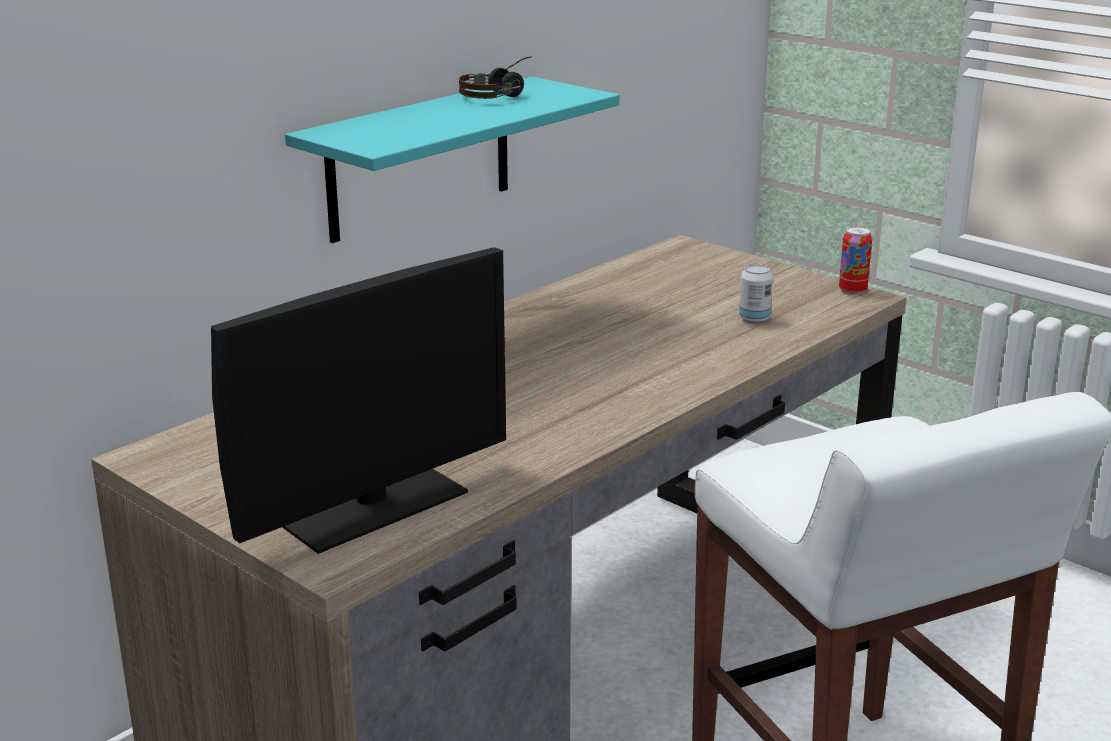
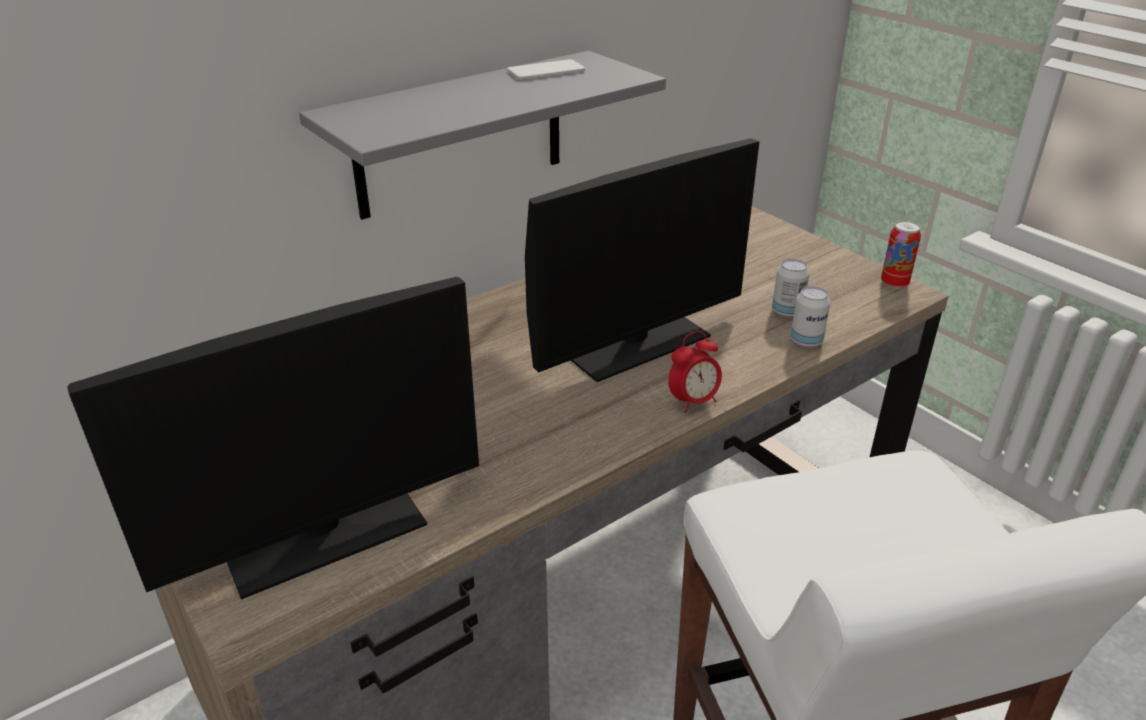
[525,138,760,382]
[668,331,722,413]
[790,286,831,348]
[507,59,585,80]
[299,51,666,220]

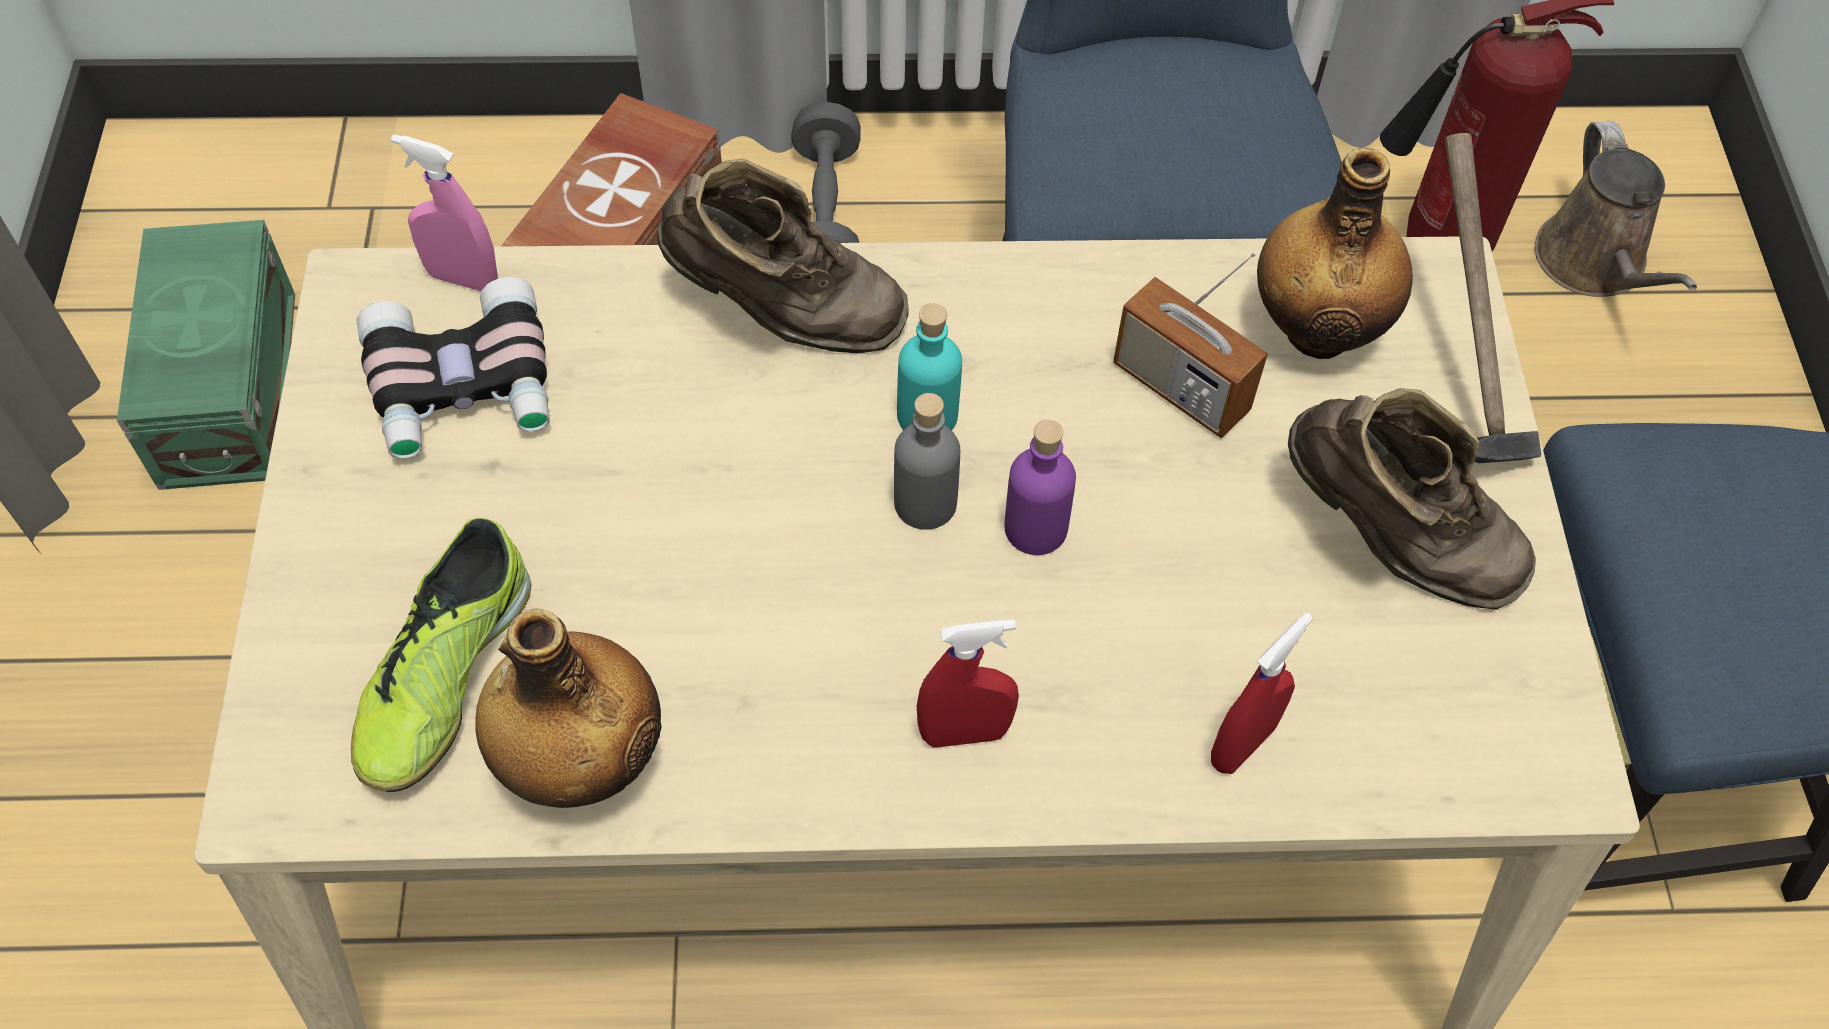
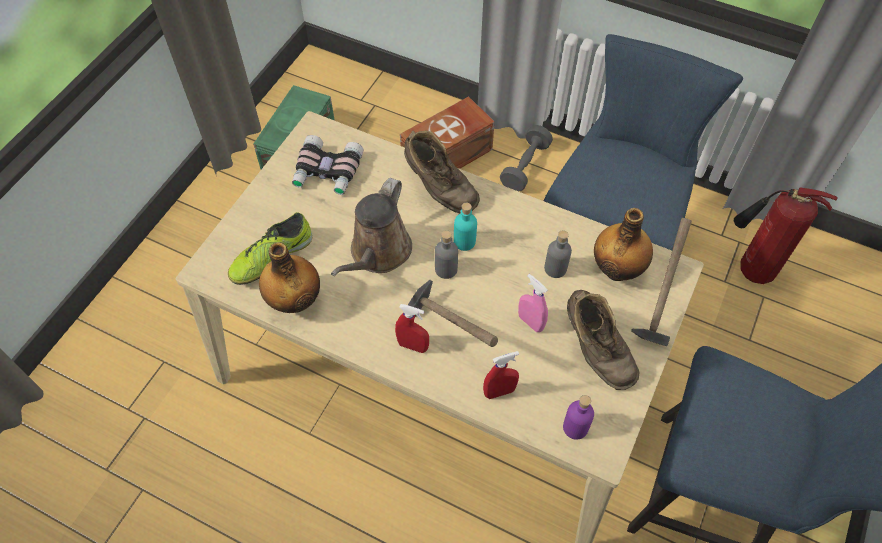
[408,280,498,347]
[518,274,548,332]
[563,395,594,440]
[331,178,412,276]
[544,230,572,278]

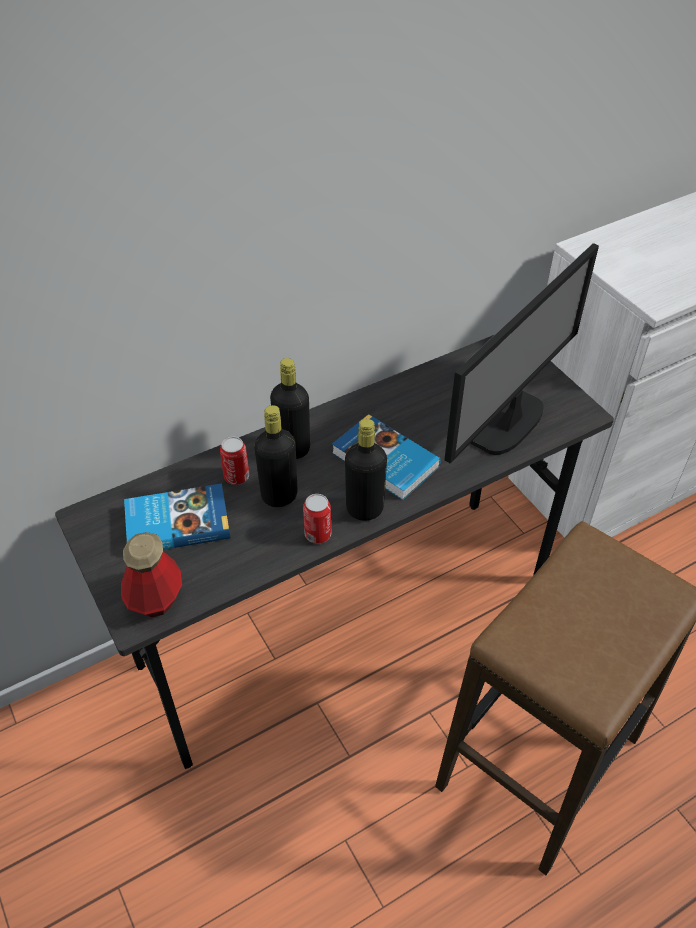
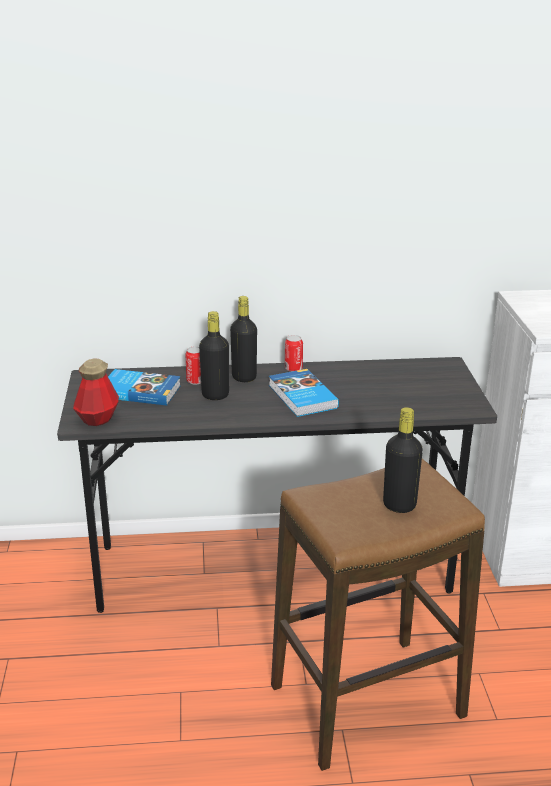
[444,243,599,463] (first image)
[285,335,303,372]
[383,407,423,513]

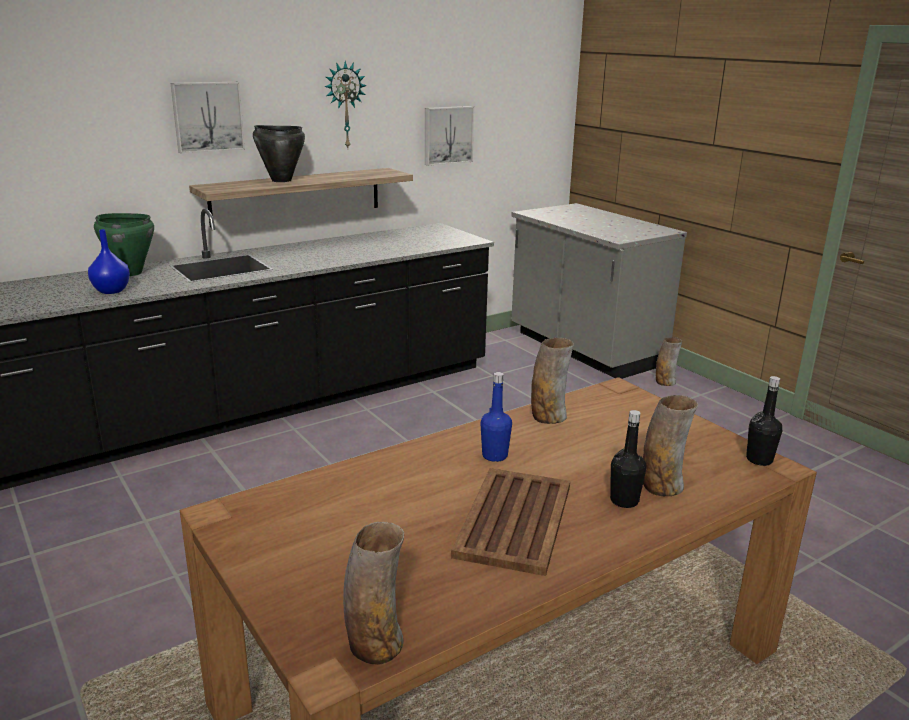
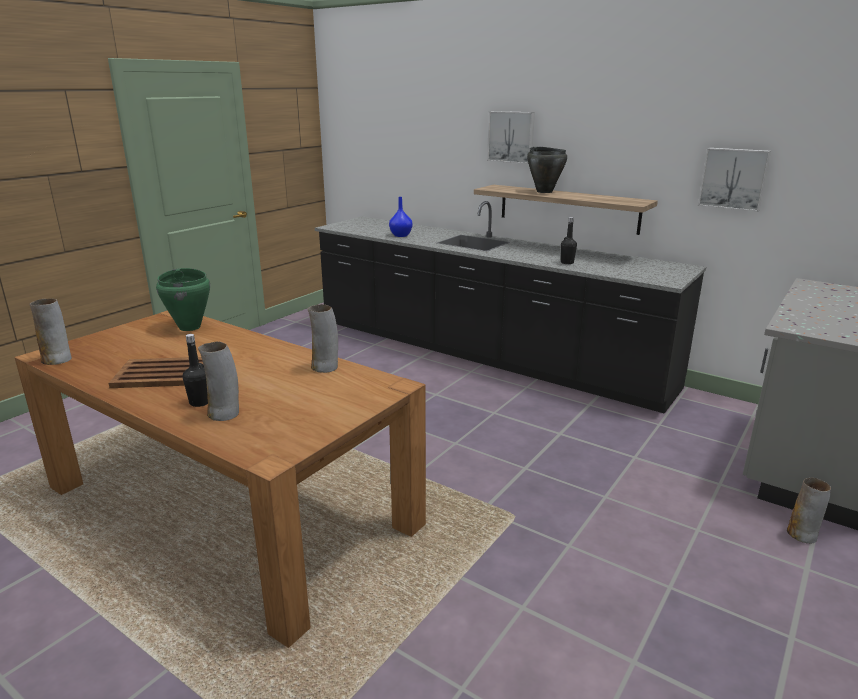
[324,61,367,148] (first image)
[480,372,512,462] (first image)
[156,268,210,331]
[561,217,577,264]

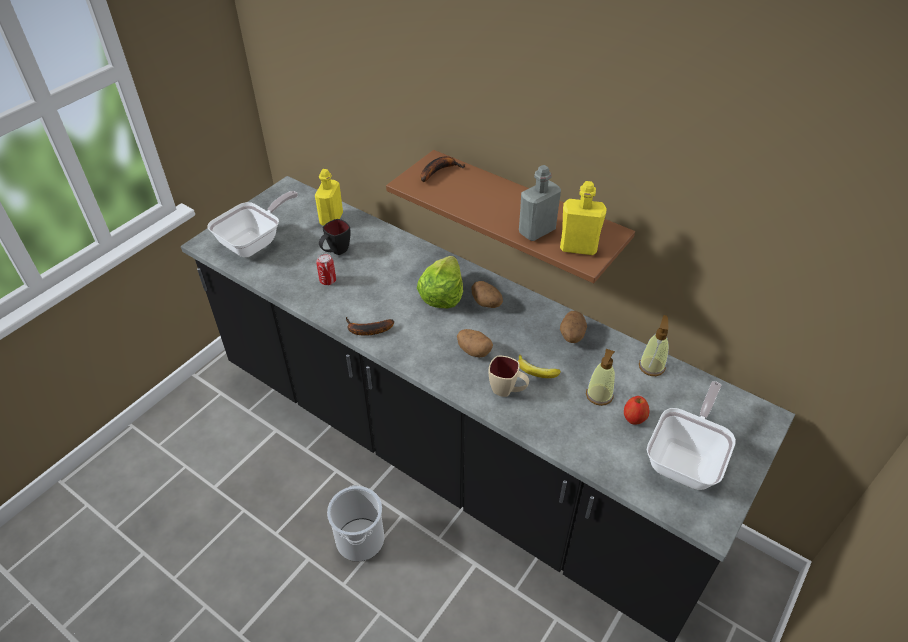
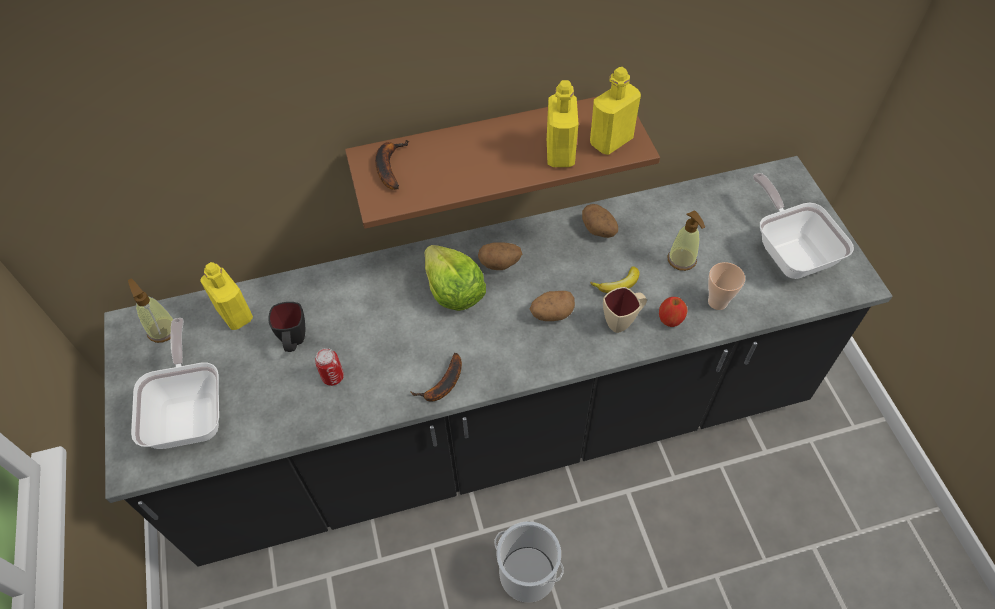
[708,262,745,310]
[659,297,688,327]
[128,278,174,343]
[547,80,578,167]

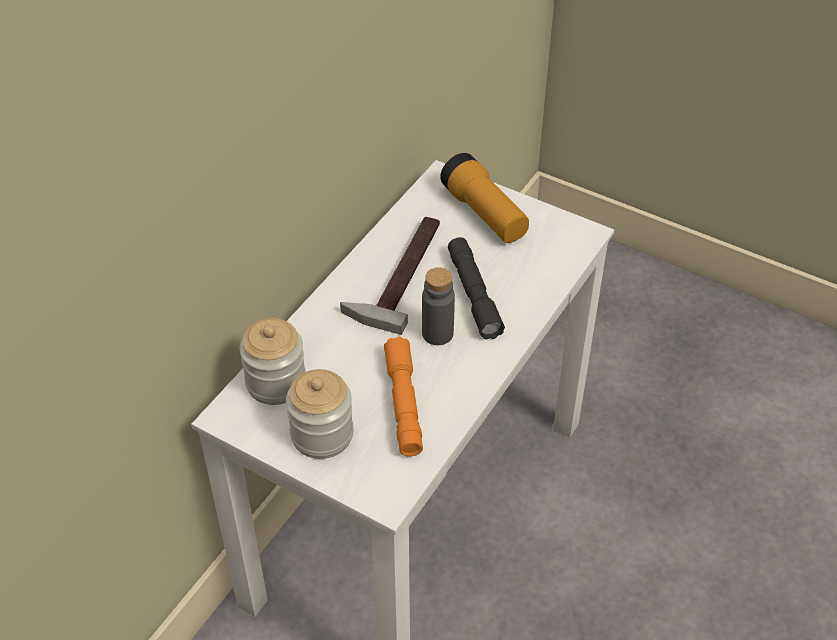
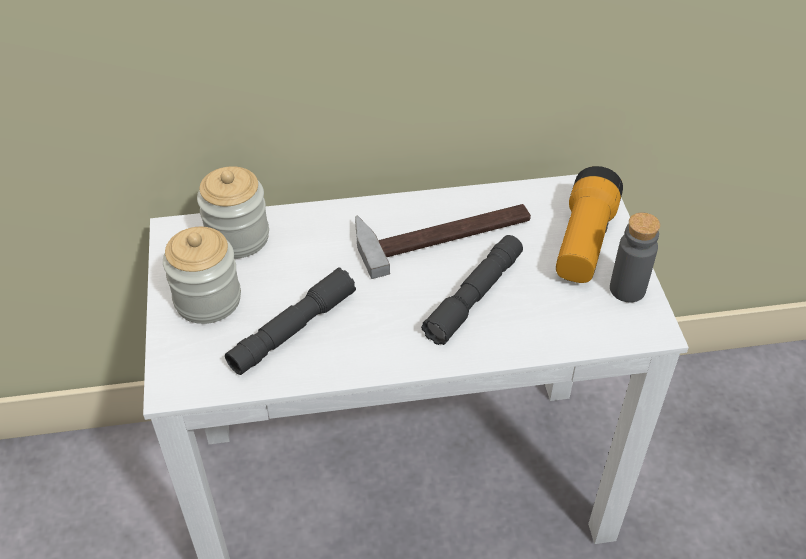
[610,212,660,303]
[225,268,356,375]

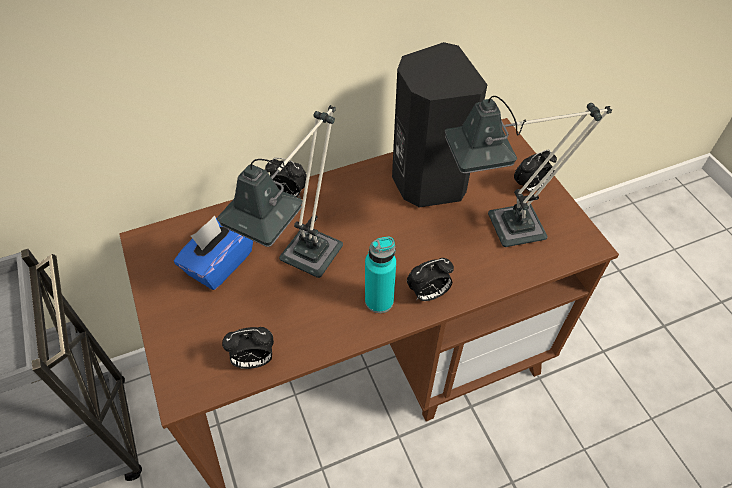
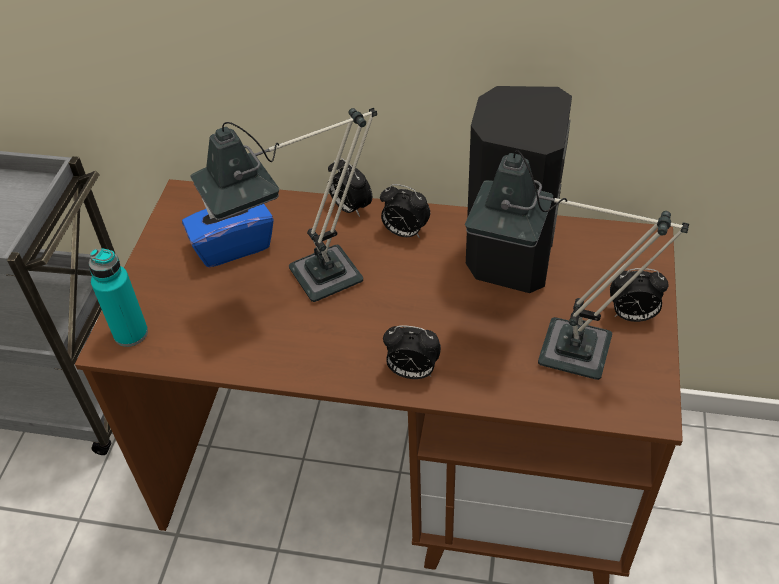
[380,184,430,238]
[89,248,148,347]

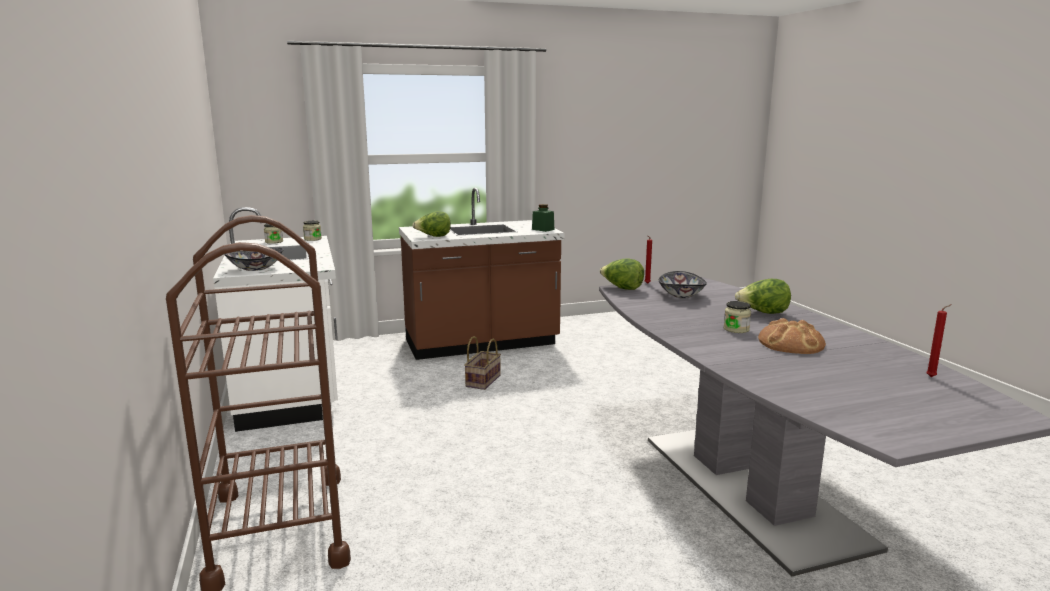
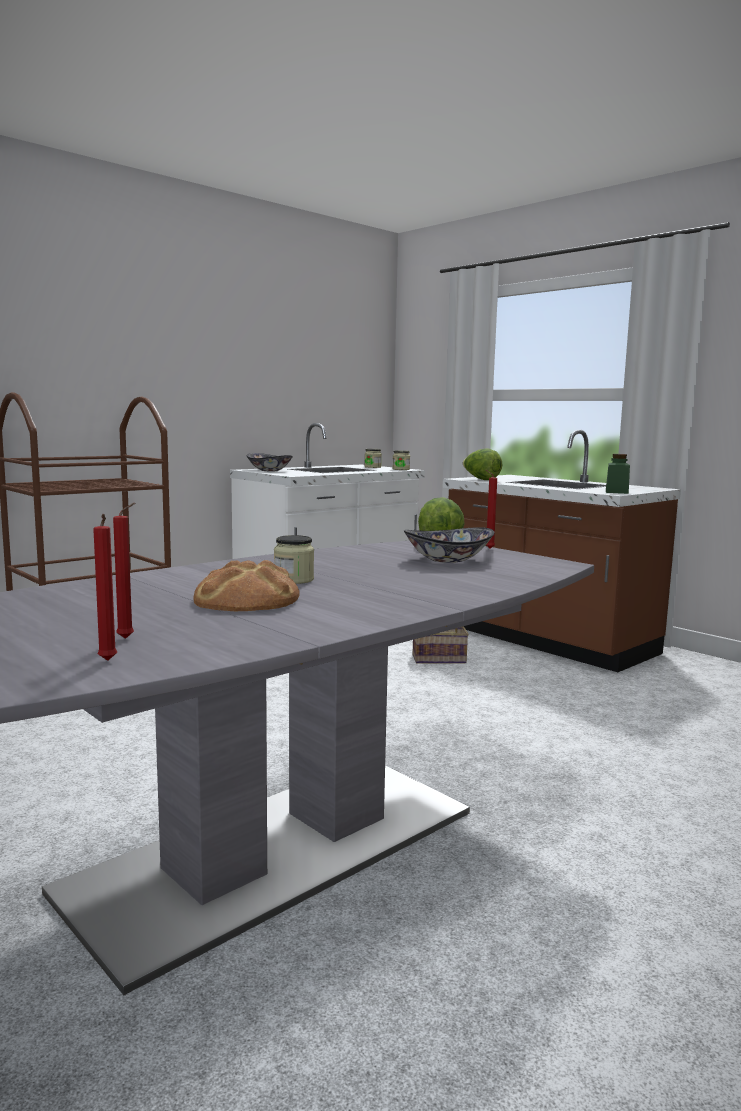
[735,279,791,314] (first image)
[113,503,135,639]

